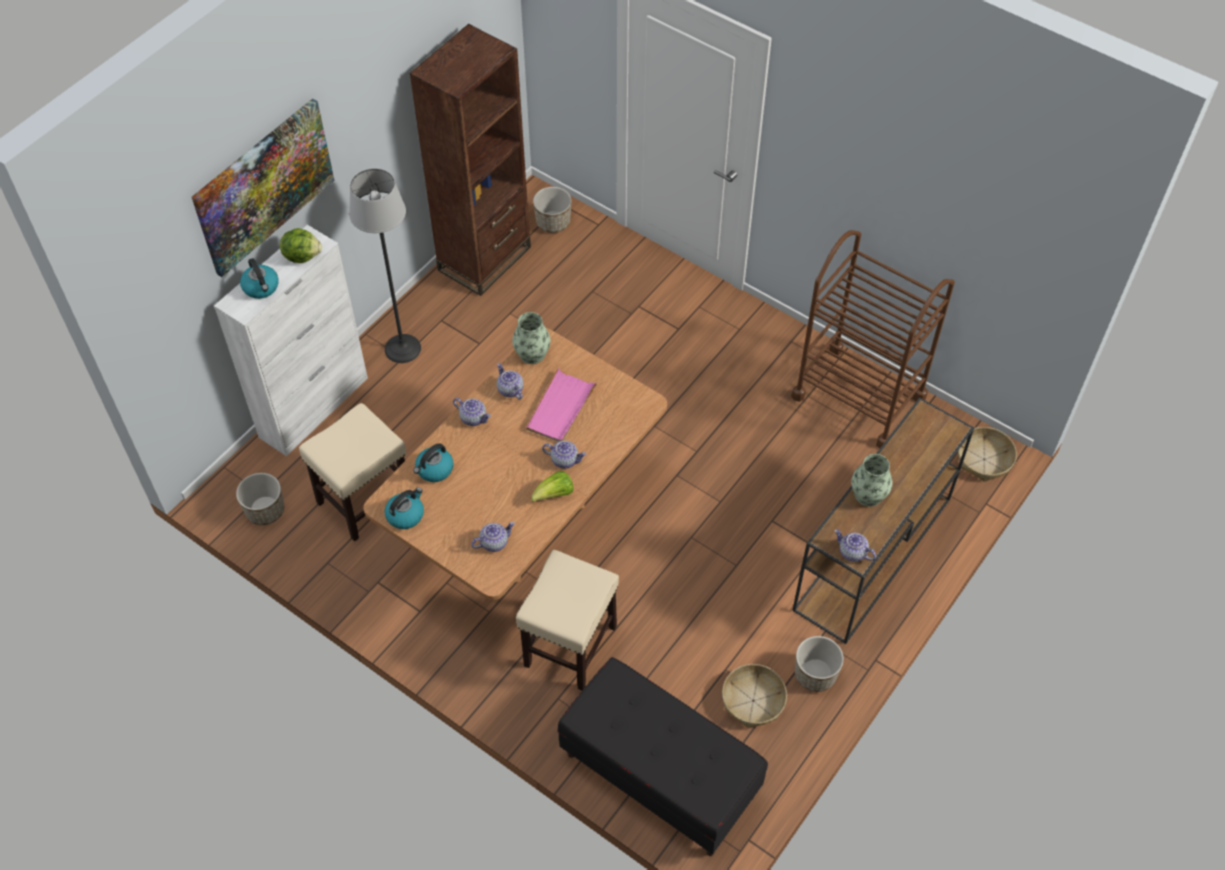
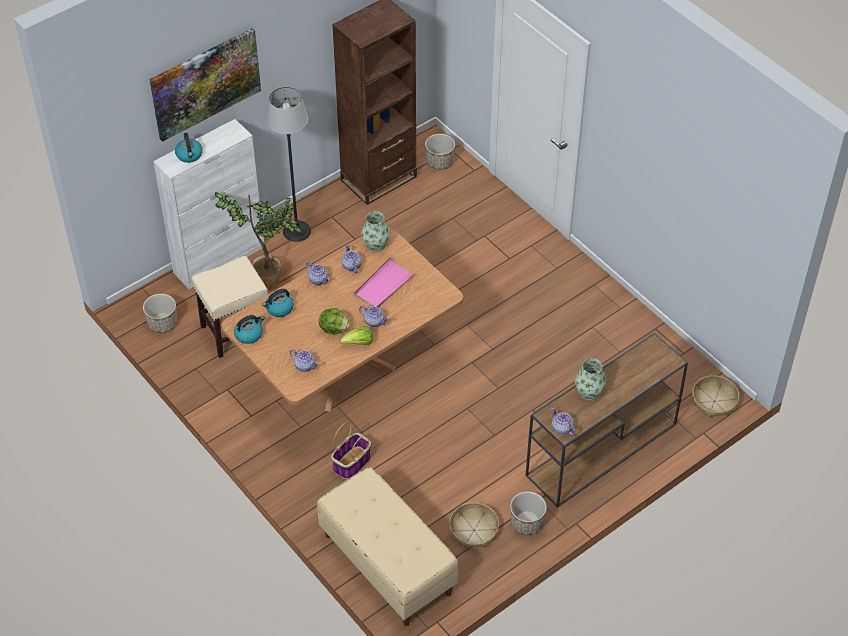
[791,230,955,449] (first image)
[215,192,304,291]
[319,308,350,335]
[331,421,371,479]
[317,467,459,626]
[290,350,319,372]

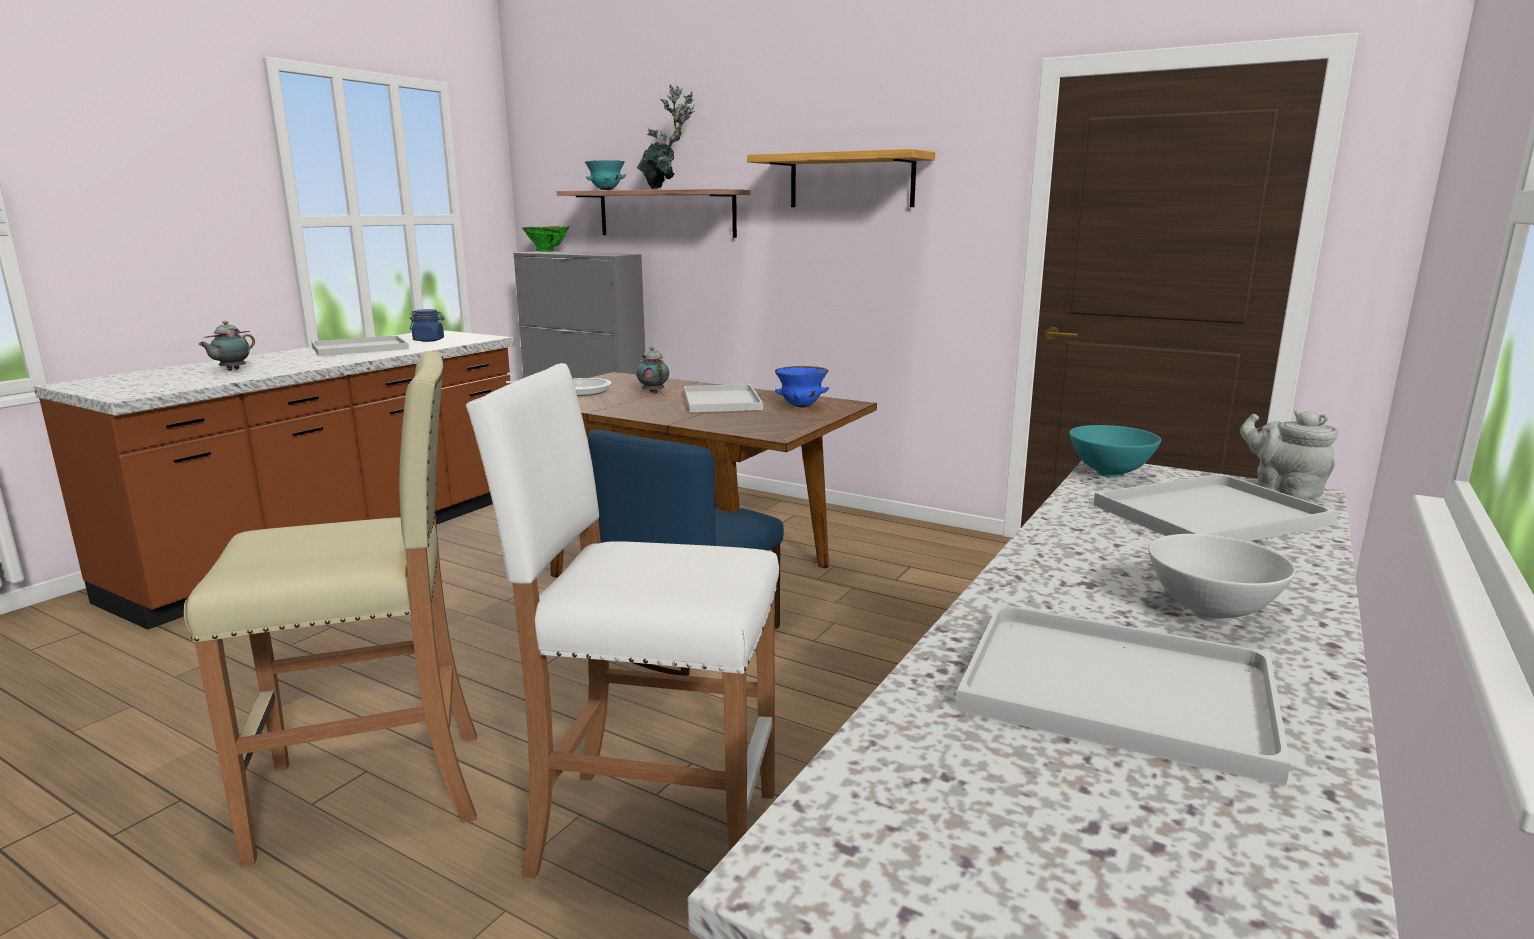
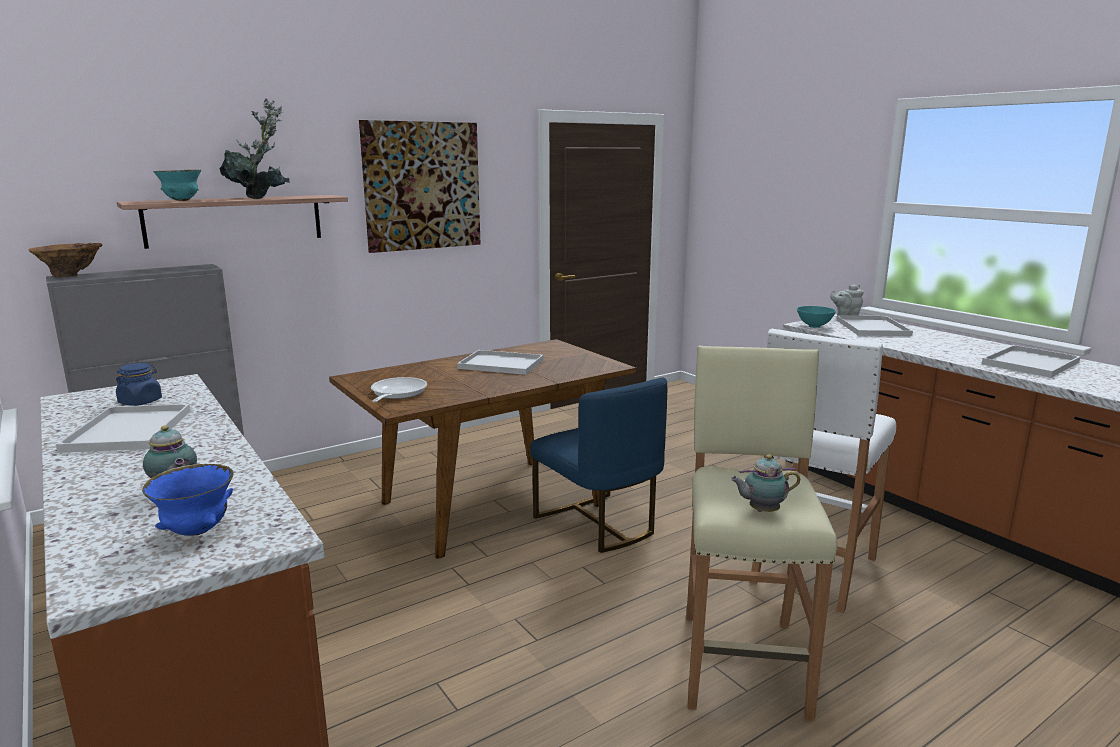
[1148,534,1296,622] (first image)
[730,454,800,512]
[142,464,234,536]
[359,120,481,253]
[28,243,102,277]

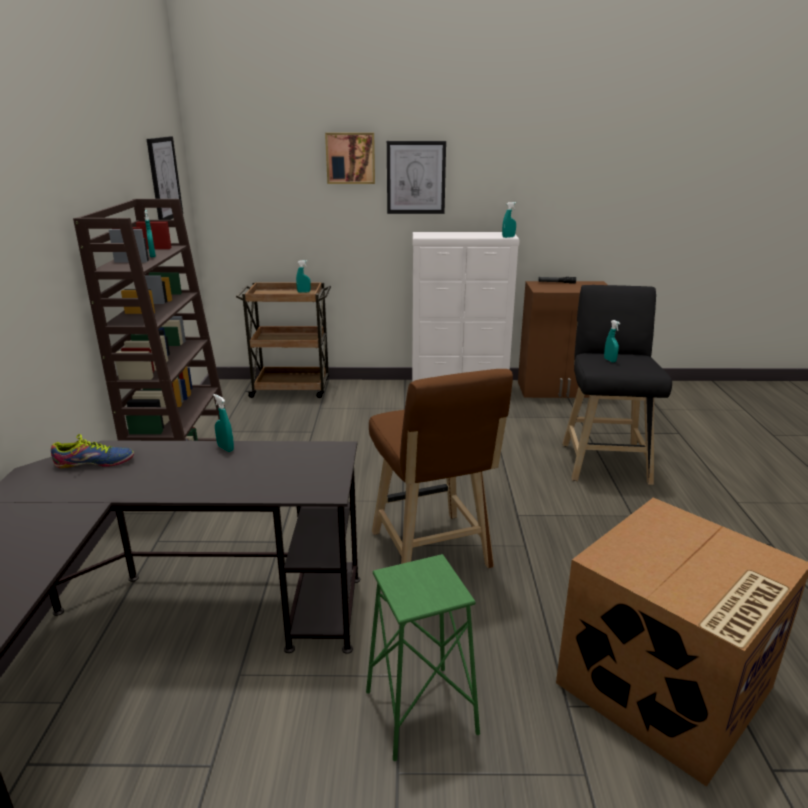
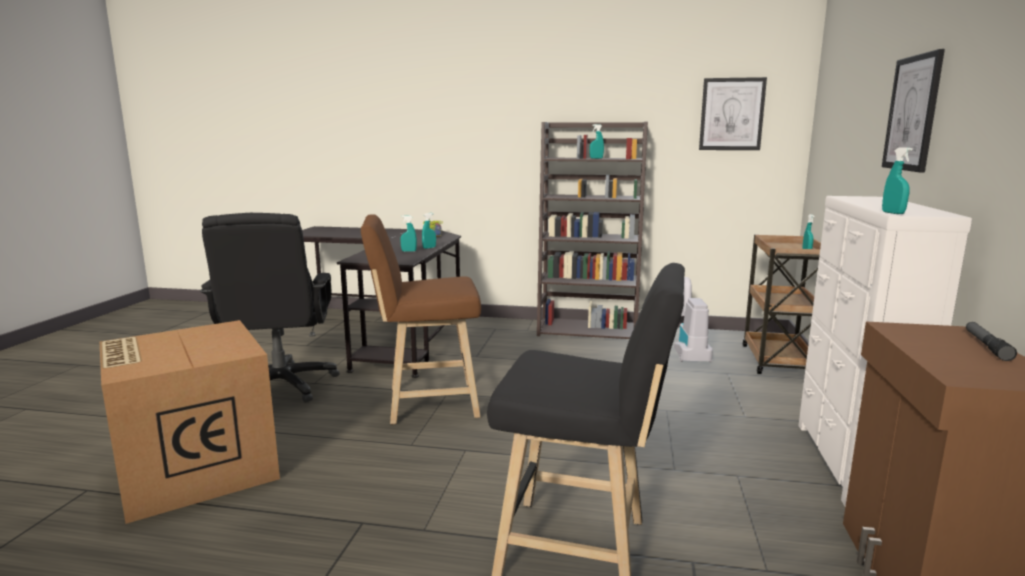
[325,133,375,184] (first image)
[674,277,713,362]
[400,216,417,252]
[200,213,340,403]

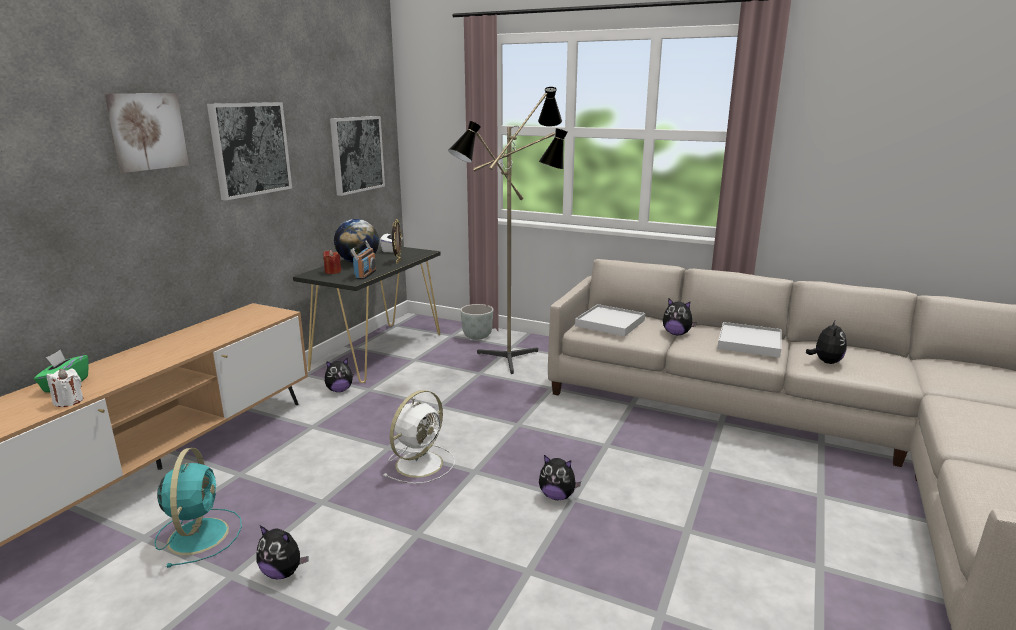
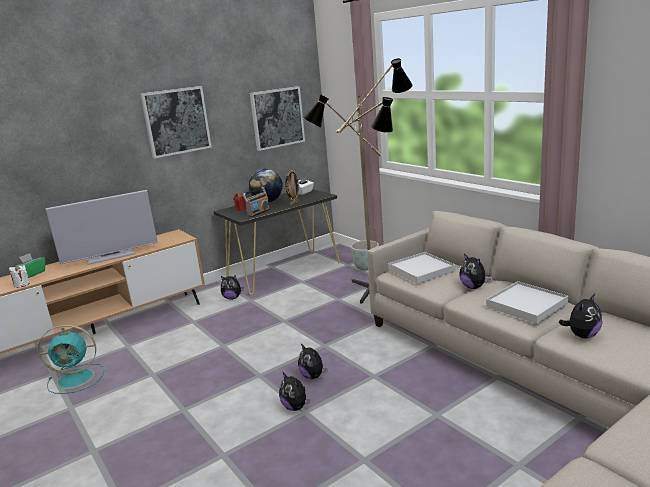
[105,93,189,173] (first image)
[384,390,455,484] (first image)
[45,190,158,265]
[298,344,327,379]
[38,325,104,394]

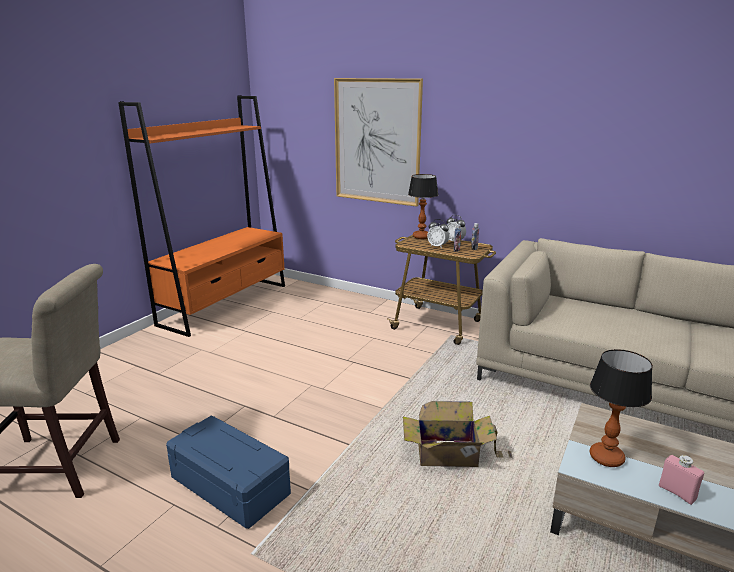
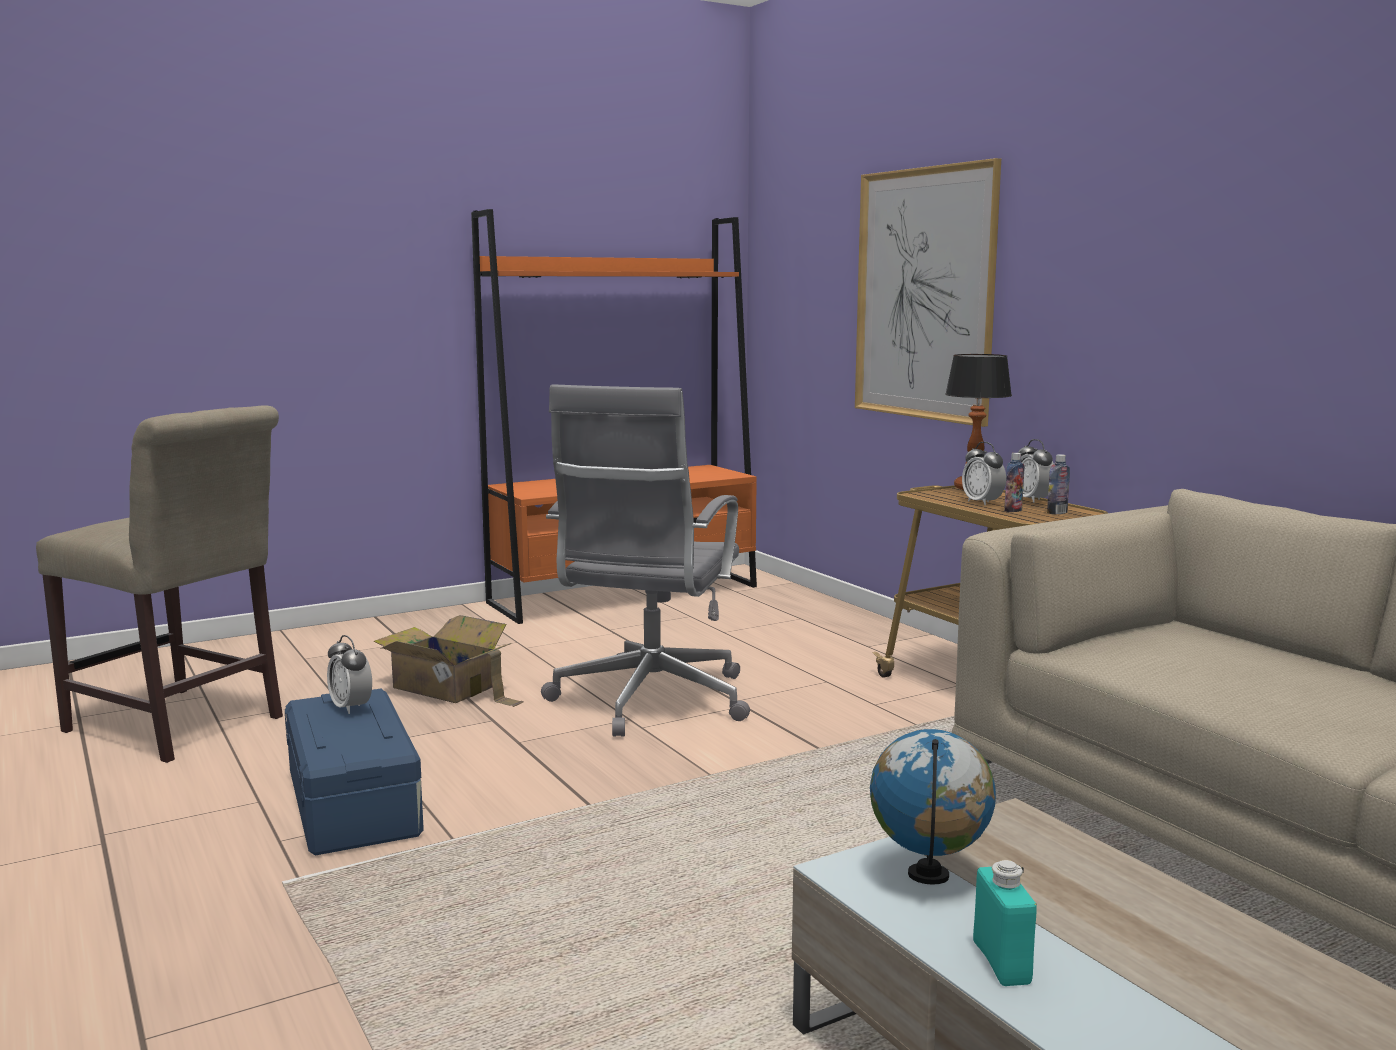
[327,635,372,714]
[541,385,750,737]
[374,615,523,707]
[870,729,996,885]
[973,860,1037,986]

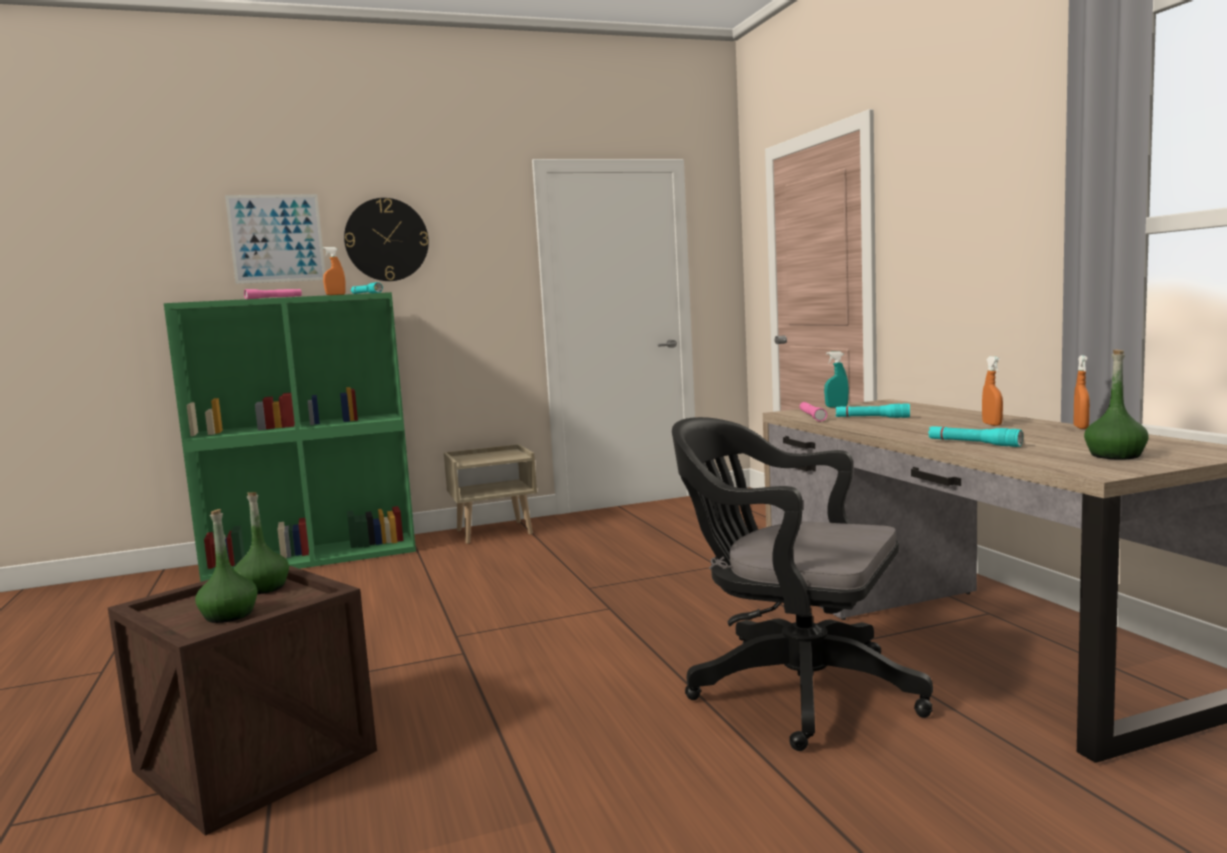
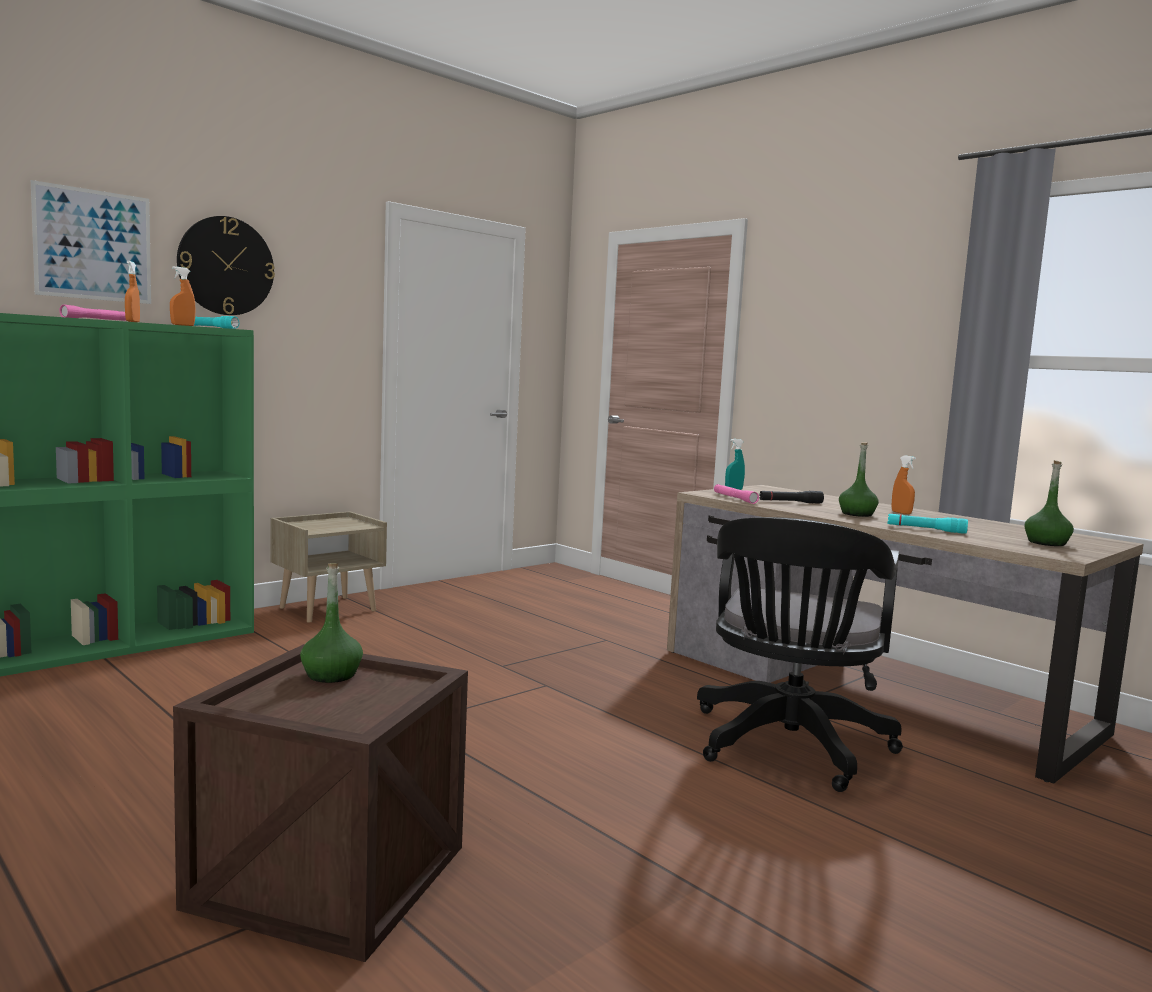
[839,442,879,517]
[125,261,140,322]
[759,491,824,504]
[697,517,903,792]

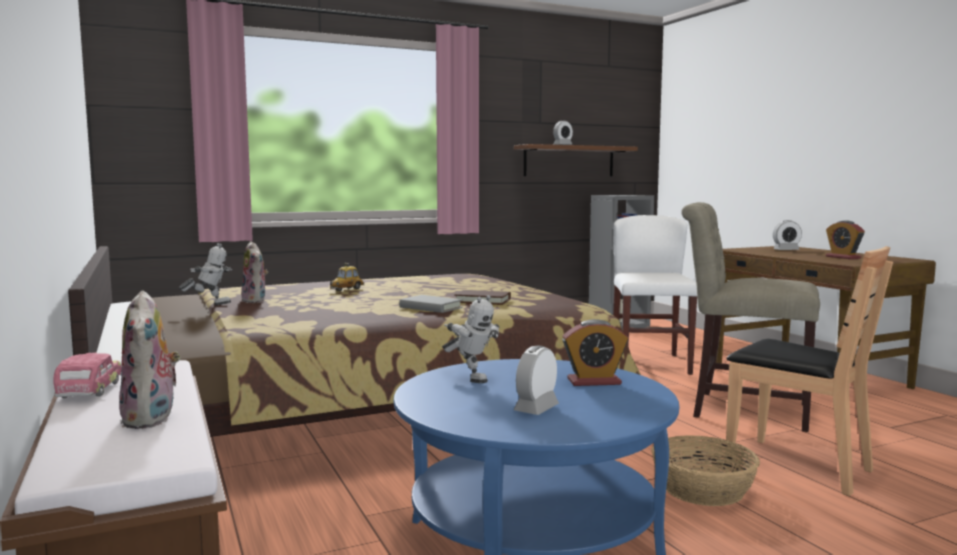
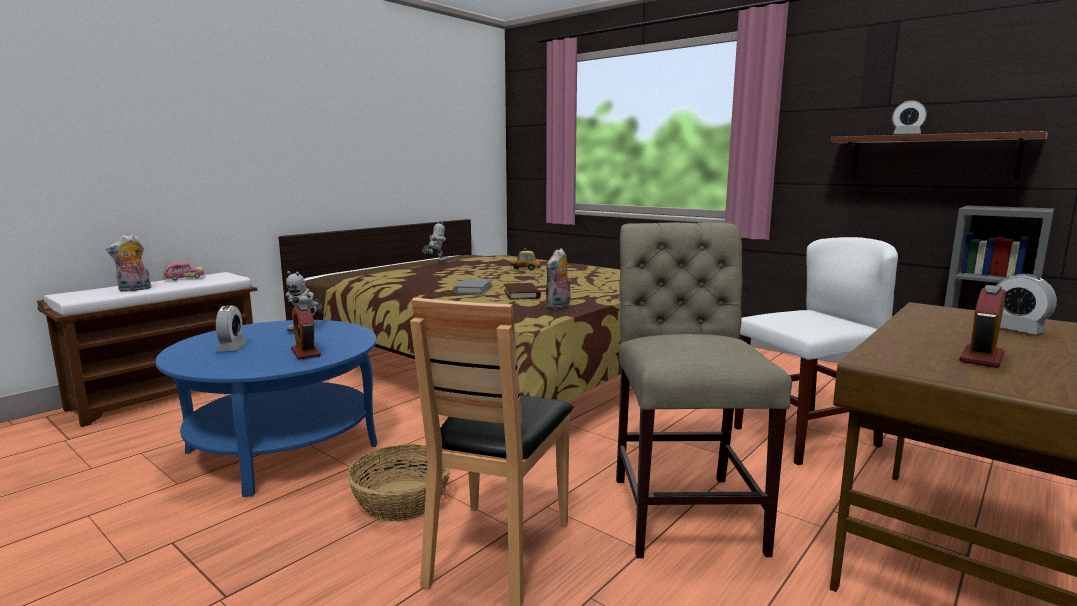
[545,248,572,309]
[422,221,448,262]
[216,305,247,351]

